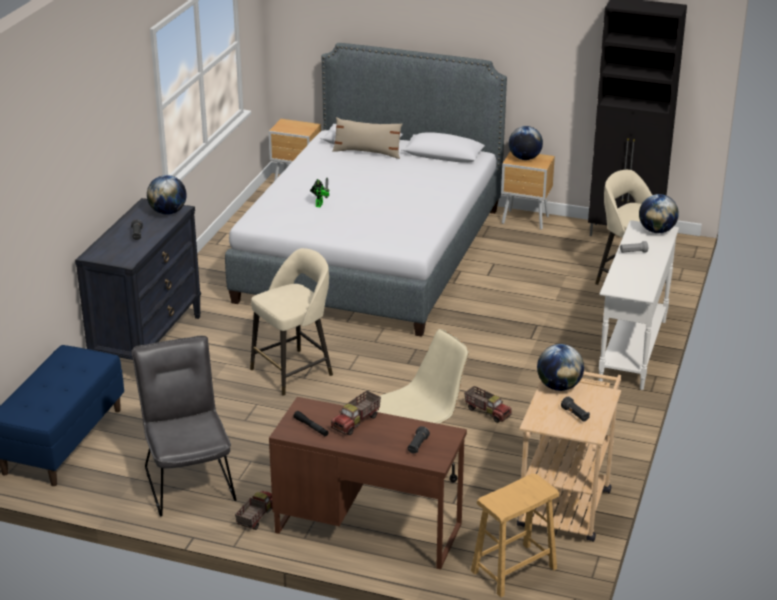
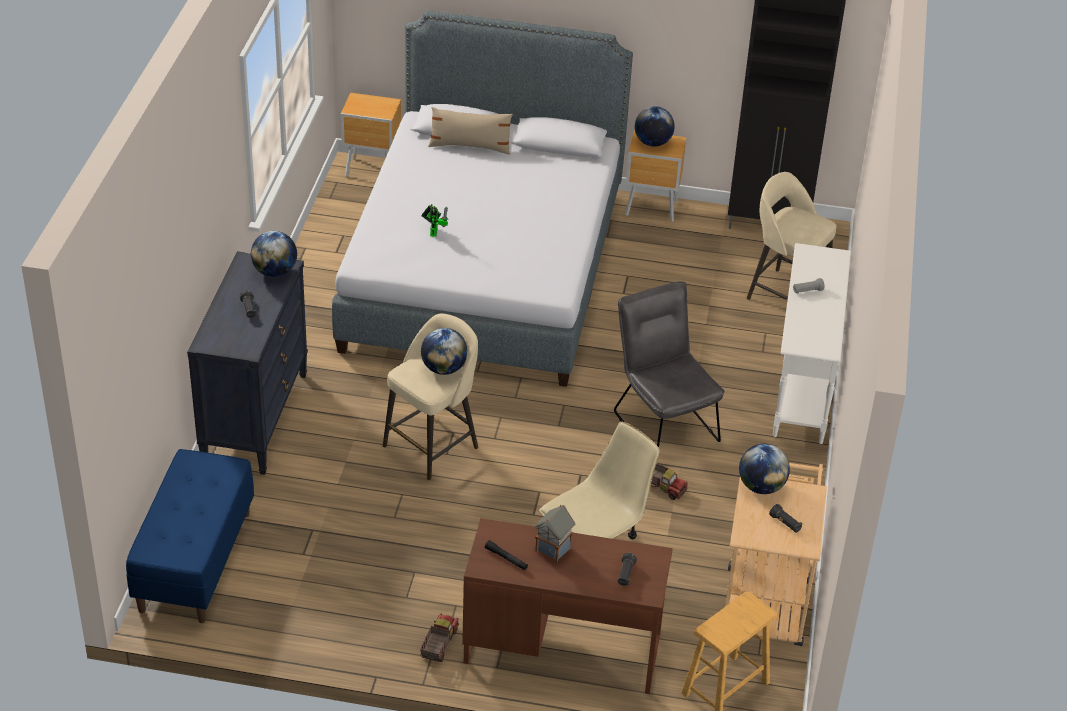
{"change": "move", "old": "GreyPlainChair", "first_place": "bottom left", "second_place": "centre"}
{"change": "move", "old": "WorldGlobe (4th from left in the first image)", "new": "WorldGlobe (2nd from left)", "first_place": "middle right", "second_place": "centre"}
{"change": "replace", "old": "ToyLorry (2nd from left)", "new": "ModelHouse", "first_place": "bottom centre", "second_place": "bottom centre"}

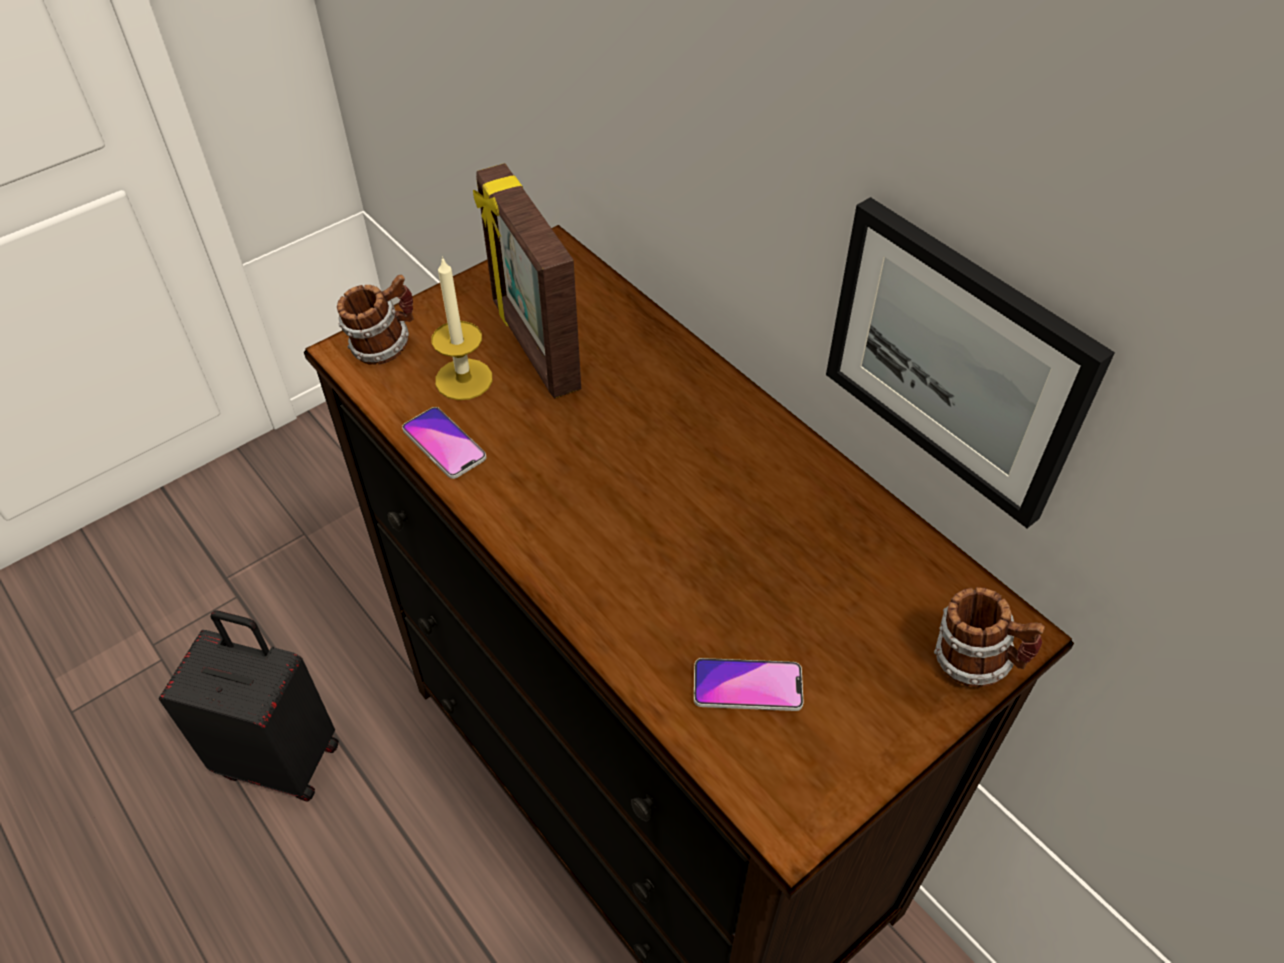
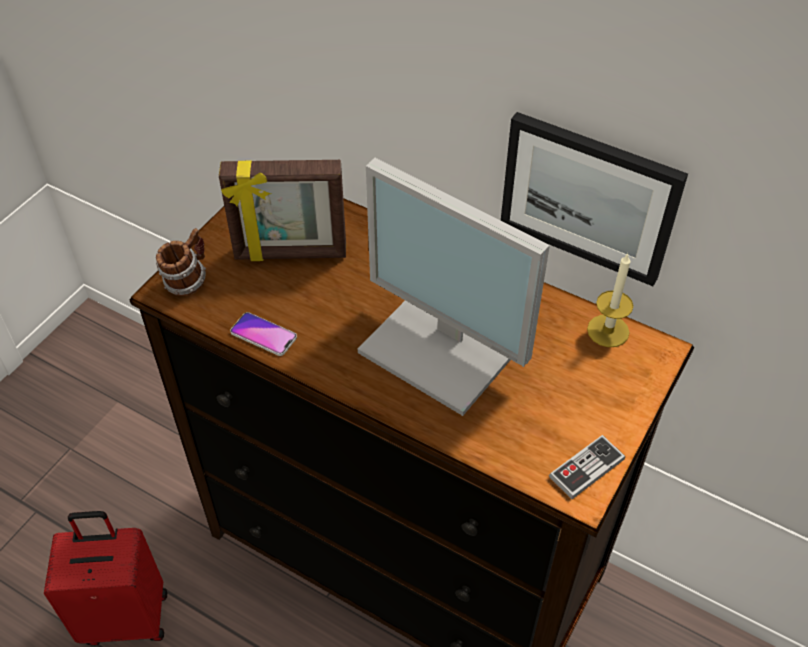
{"change": "delete", "old": "Telephone (2nd from left)", "first_place": "bottom centre"}
{"change": "delete", "old": "Mug (2nd from left)", "first_place": "middle right"}
{"change": "insert", "new": "ComputerDisplay", "second_place": "centre"}
{"change": "insert", "new": "Joypad", "second_place": "bottom right"}
{"change": "move", "old": "Candle", "first_place": "centre", "second_place": "middle right"}
{"change": "recolor", "old": "BlackishSuitcase", "new": "ReddishSuitcase", "first_place": "bottom left", "second_place": "bottom left"}
{"change": "rotate", "old": "PictureFrame", "first_place": "top centre", "second_place": "top centre", "degrees": -45}

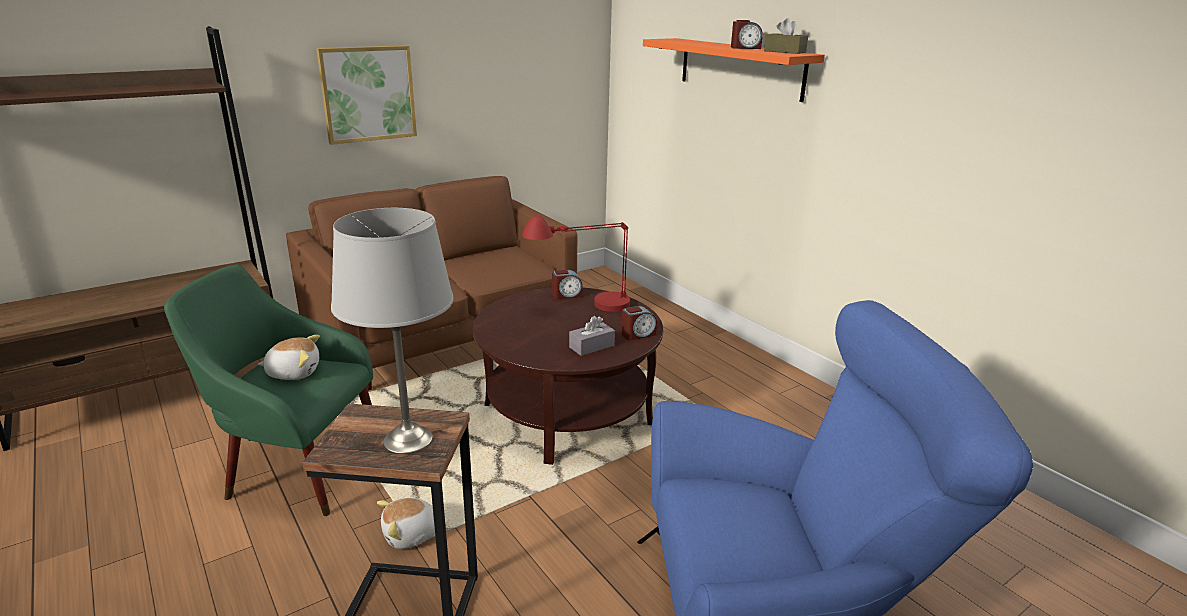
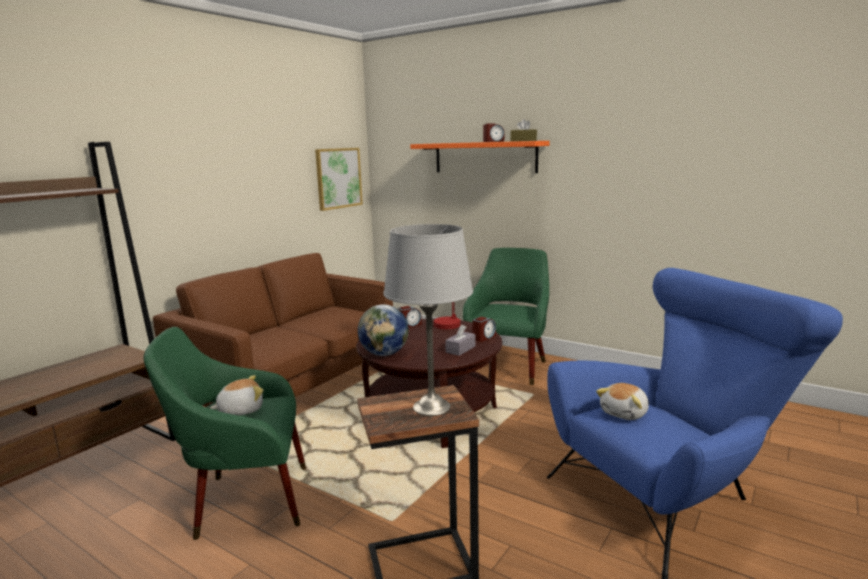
{"change": "insert", "new": "WorldGlobe", "second_place": "centre"}
{"change": "insert", "new": "GreenColouredLoungeChair (2nd from left)", "second_place": "centre"}
{"change": "move", "old": "Picture", "first_place": "top left", "second_place": "top centre"}
{"change": "move", "old": "CuddlyToy (2nd from left)", "first_place": "bottom centre", "second_place": "bottom right"}

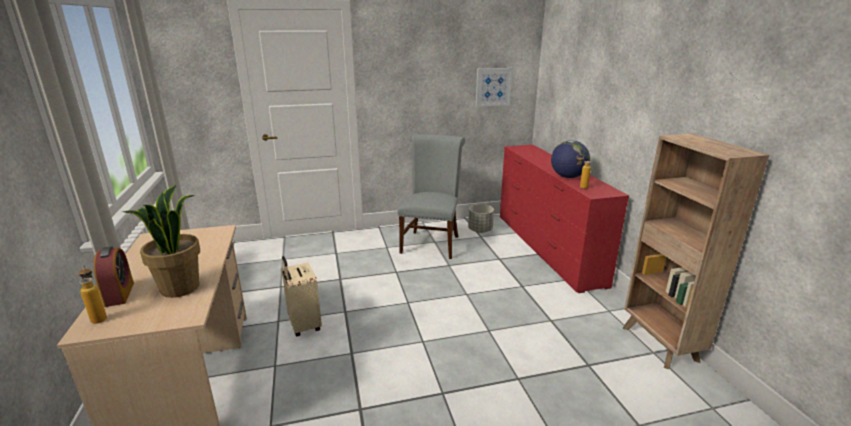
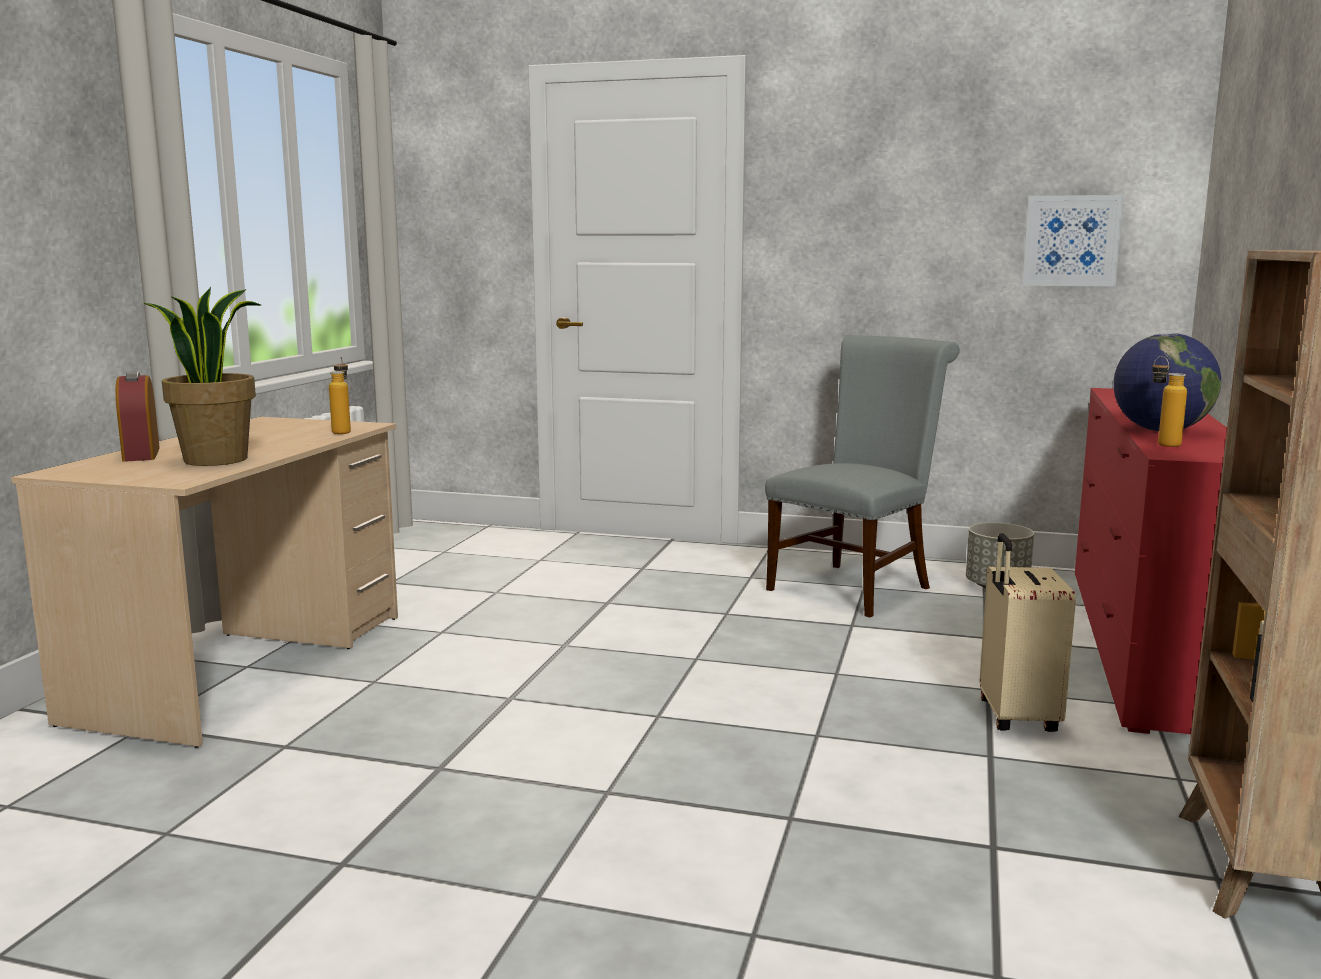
{"change": "move", "old": "BeverageBottle (1st from left)", "first_place": "bottom left", "second_place": "middle left"}
{"change": "move", "old": "BeigeSuitcase", "first_place": "bottom centre", "second_place": "middle right"}
{"change": "rotate", "old": "AlarmClock", "first_place": "middle left", "second_place": "middle left", "degrees": 150}

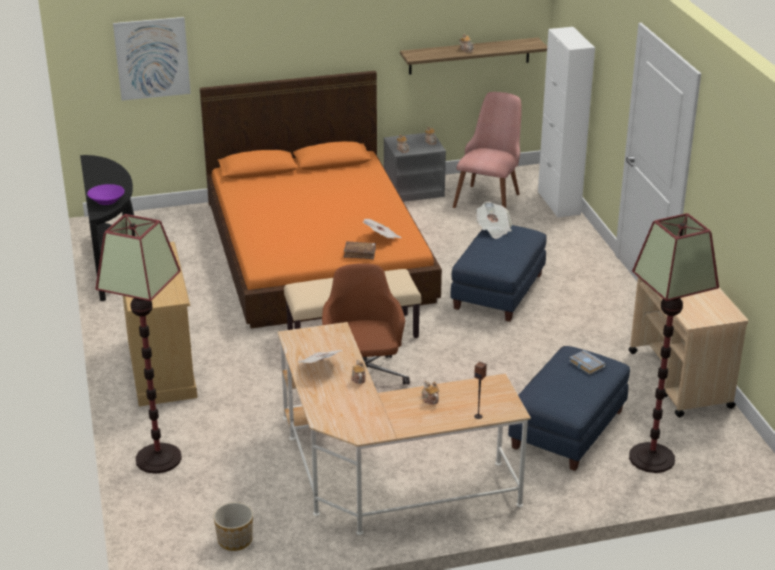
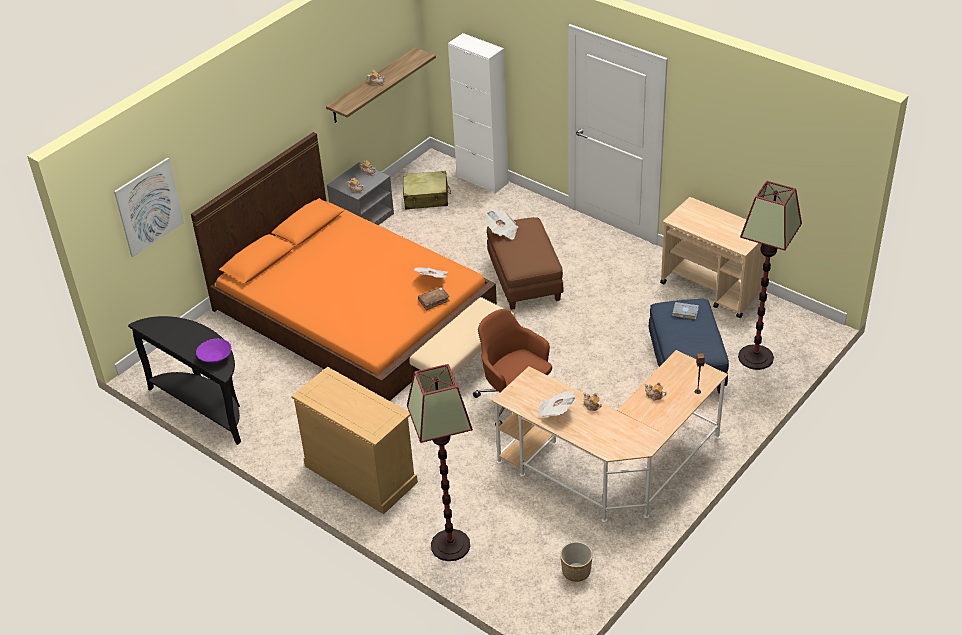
{"change": "replace", "old": "PinkPlainChair", "new": "BeigeSuitcase", "first_place": "top centre", "second_place": "top centre"}
{"change": "recolor", "old": "BluishFootrest (1st from left)", "new": "BrownFootrest", "first_place": "centre", "second_place": "centre"}

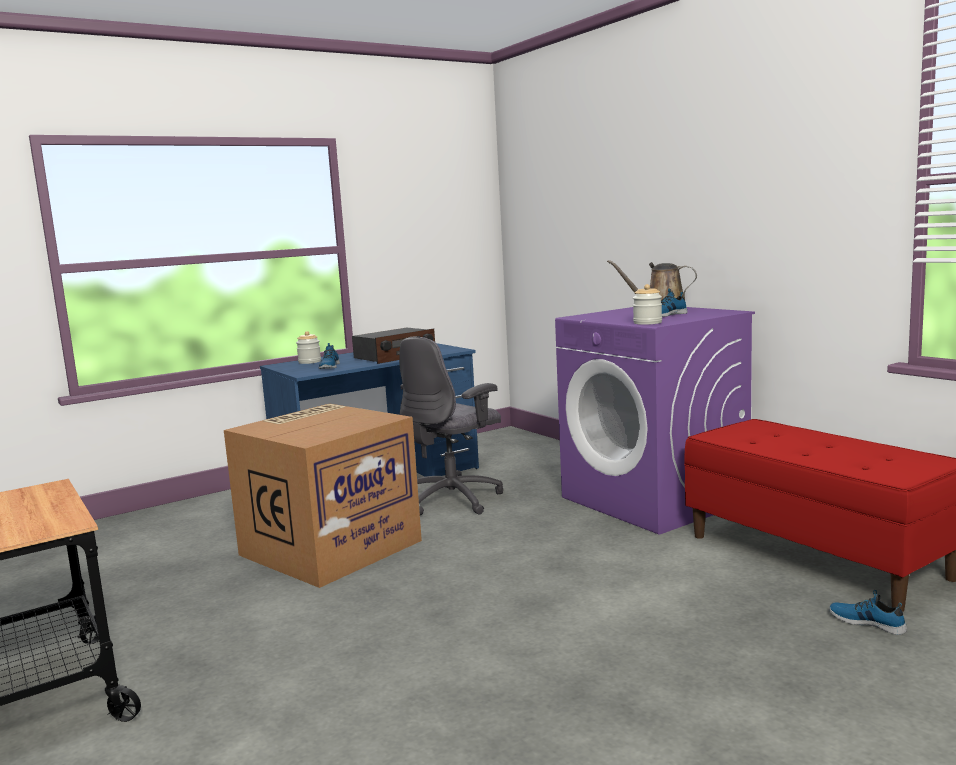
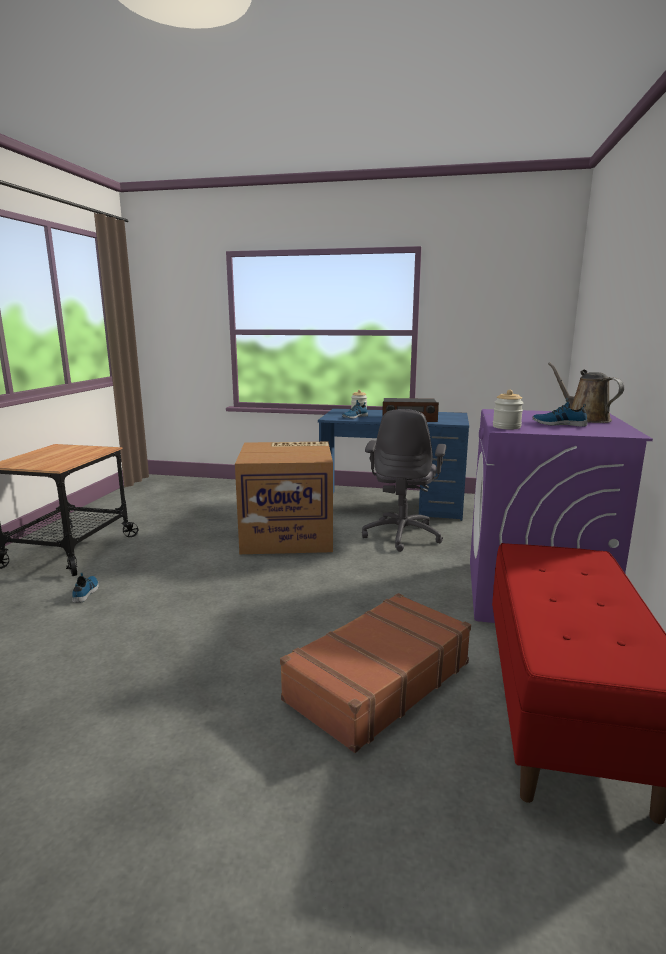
{"change": "insert", "new": "BrownSuitcase", "second_place": "bottom centre"}
{"change": "move", "old": "LowShoe (3rd from left in the first image)", "new": "LowShoe (1st from left)", "first_place": "bottom right", "second_place": "middle left"}
{"change": "rotate", "old": "GreyComputerChair", "first_place": "centre", "second_place": "centre", "degrees": -75}

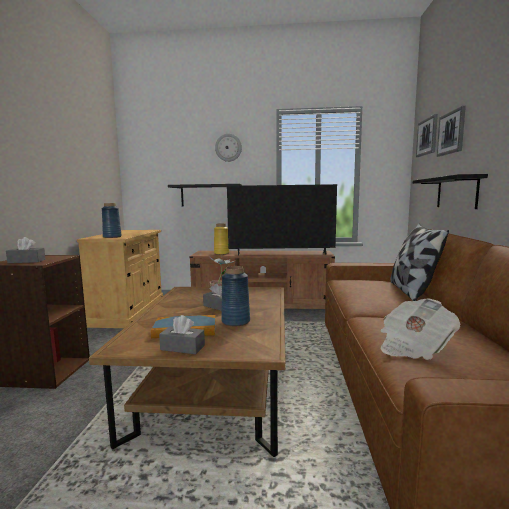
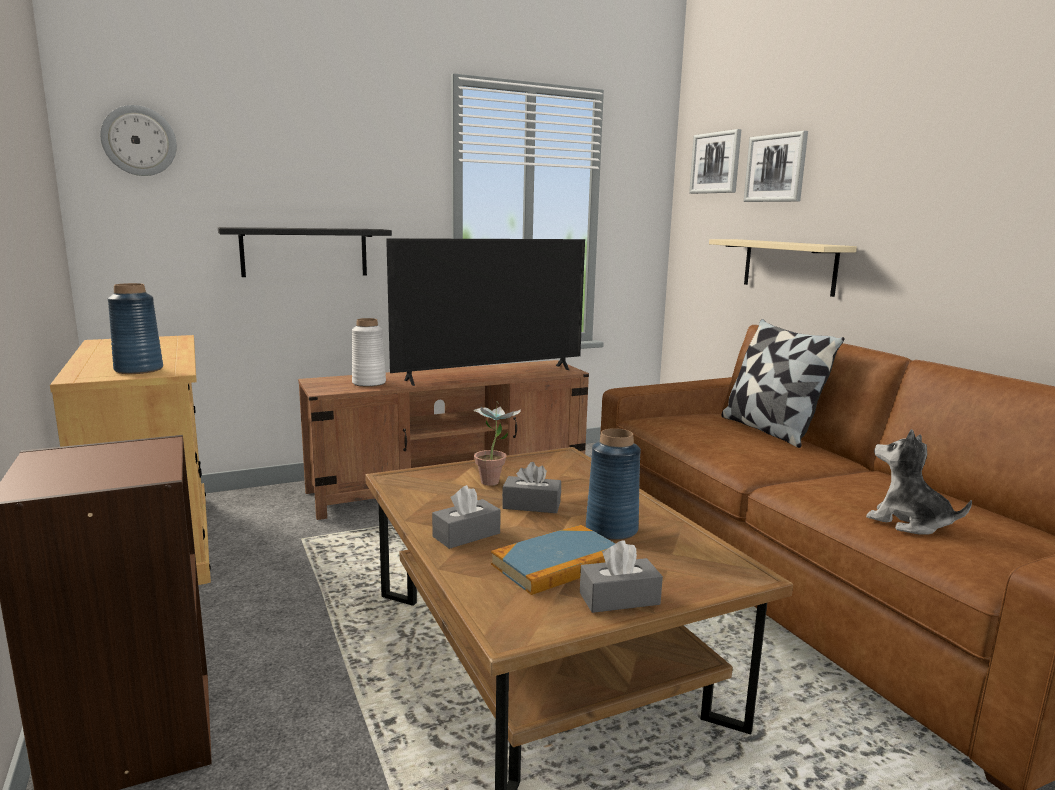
{"change": "move", "old": "GreyBoxOfTissues (1st from left)", "first_place": "middle left", "second_place": "centre"}
{"change": "move", "old": "HangingClock", "first_place": "top centre", "second_place": "top left"}
{"change": "replace", "old": "Newspaper", "new": "CuddlyToy", "first_place": "middle right", "second_place": "middle right"}
{"change": "recolor", "old": "YellowColouredVase", "new": "WhitishVase", "first_place": "centre", "second_place": "centre"}
{"change": "recolor", "old": "BlackishWallShelf (2nd from left)", "new": "BeigeWallShelf", "first_place": "middle right", "second_place": "middle right"}

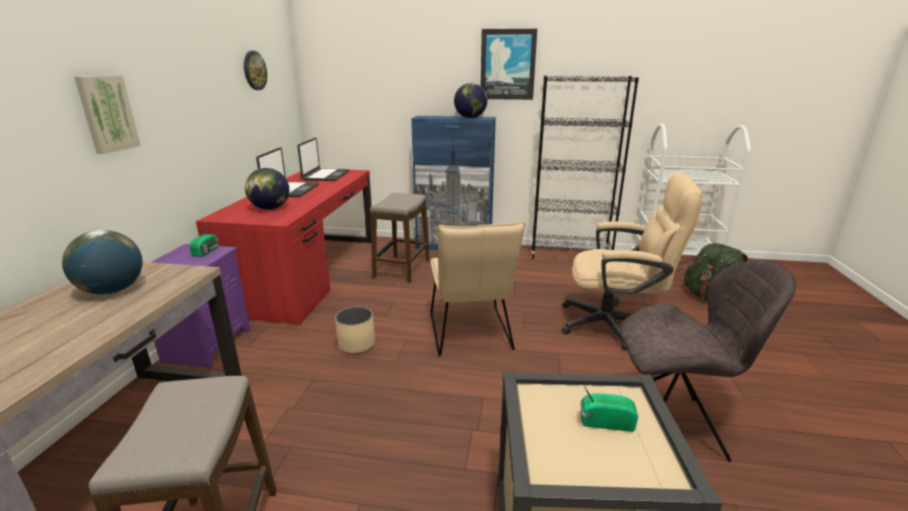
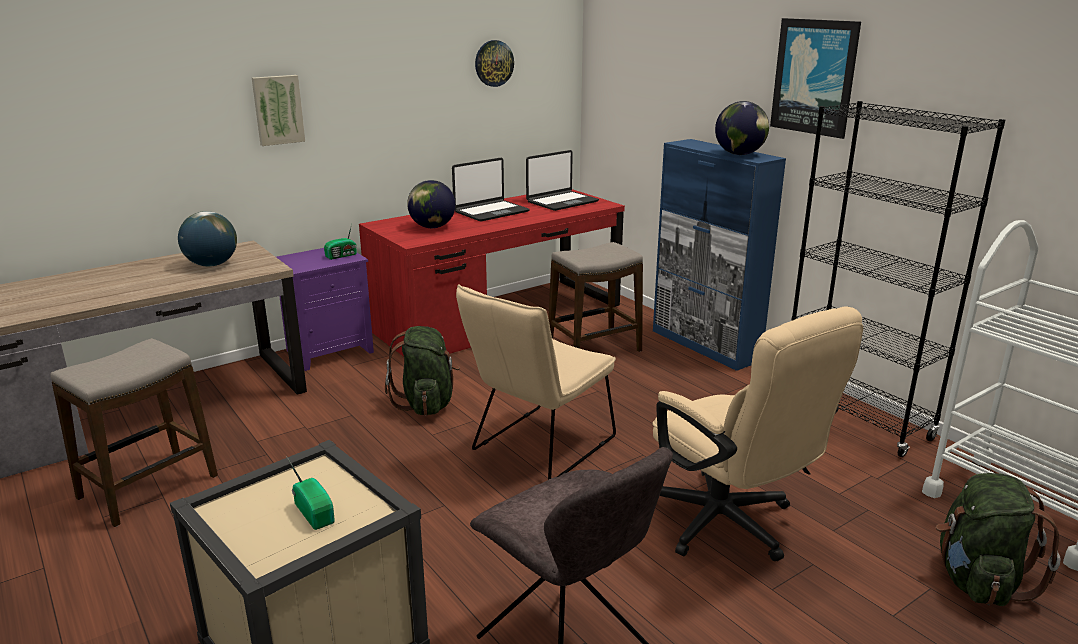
{"change": "replace", "old": "BeigePlantPot", "new": "GreenColouredKnapsack (1st from left)", "first_place": "centre", "second_place": "centre"}

